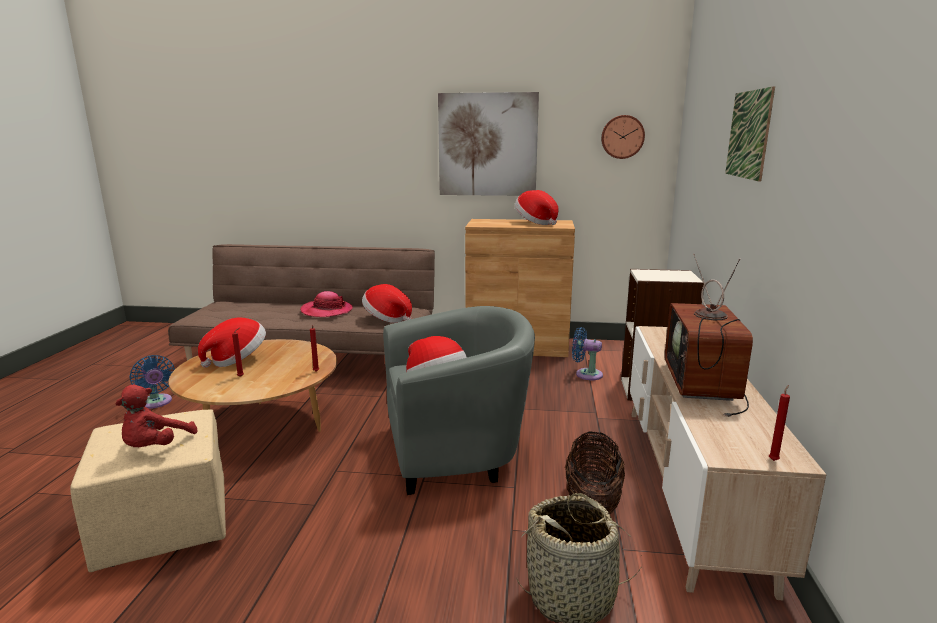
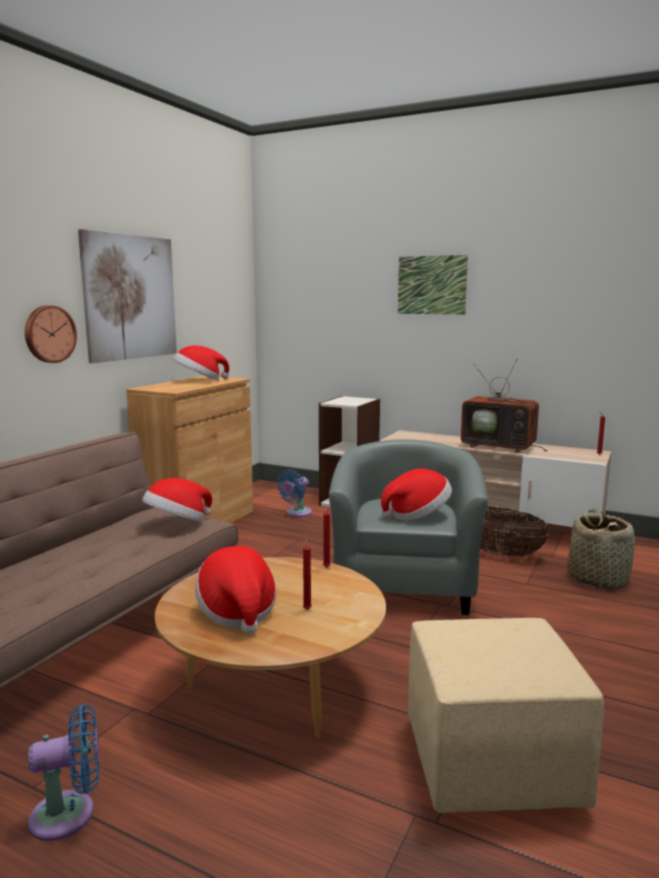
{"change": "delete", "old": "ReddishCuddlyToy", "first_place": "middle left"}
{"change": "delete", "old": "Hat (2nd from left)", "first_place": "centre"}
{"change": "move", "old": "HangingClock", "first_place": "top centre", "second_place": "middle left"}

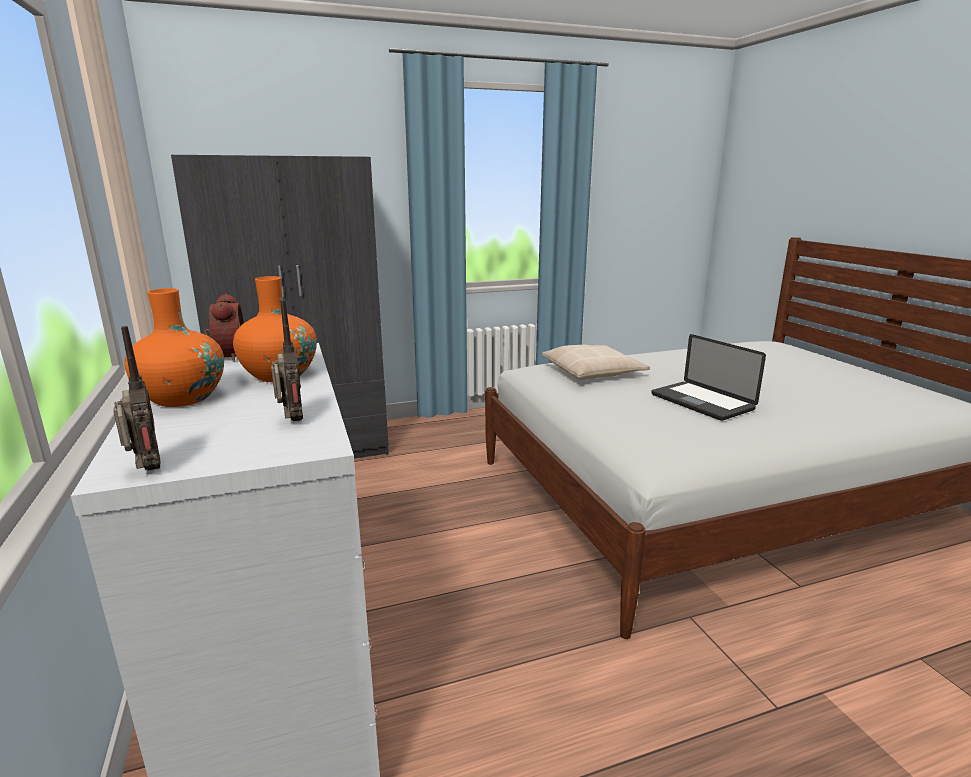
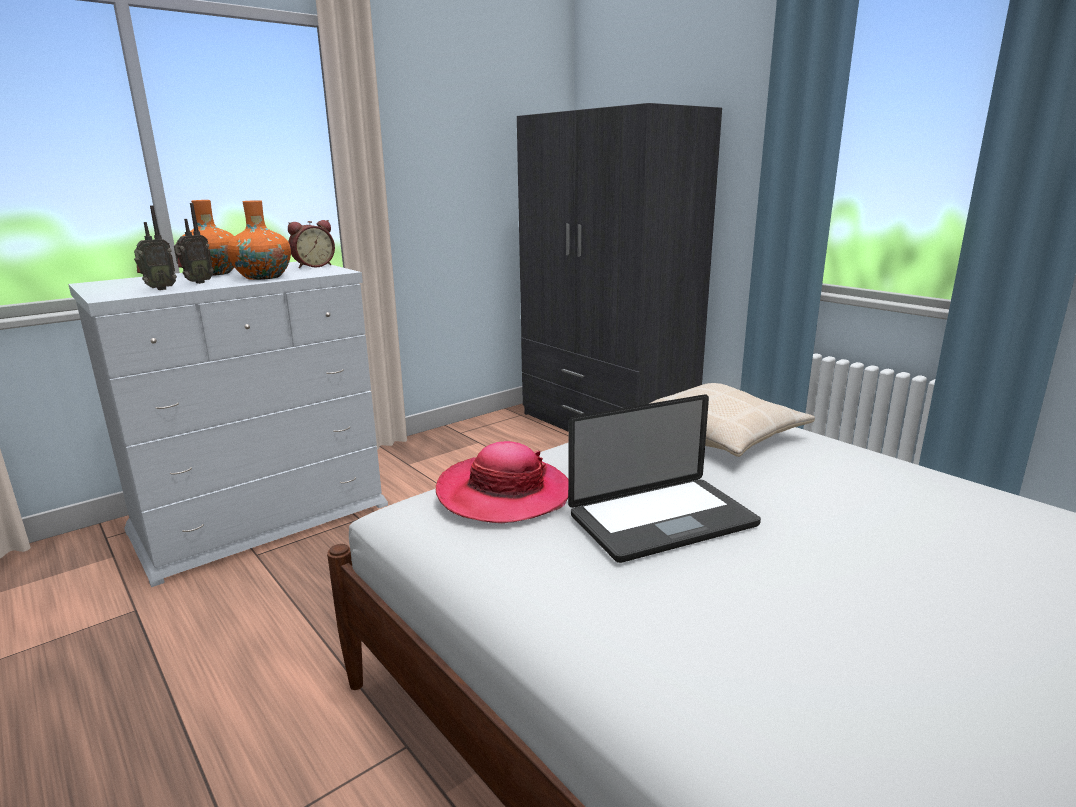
{"change": "insert", "new": "Hat", "second_place": "centre"}
{"change": "move", "old": "RadioReceiver (1st from left in the first image)", "new": "RadioReceiver (2nd from left)", "first_place": "middle left", "second_place": "top left"}
{"change": "rotate", "old": "Laptop", "first_place": "middle right", "second_place": "centre", "degrees": -150}

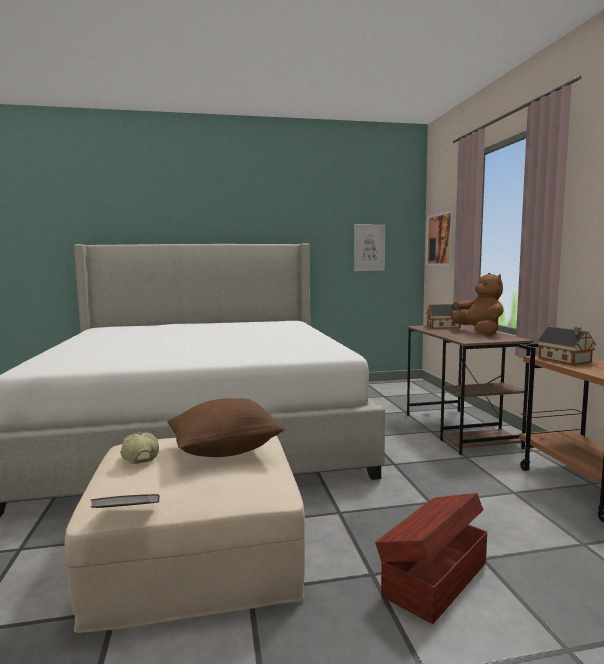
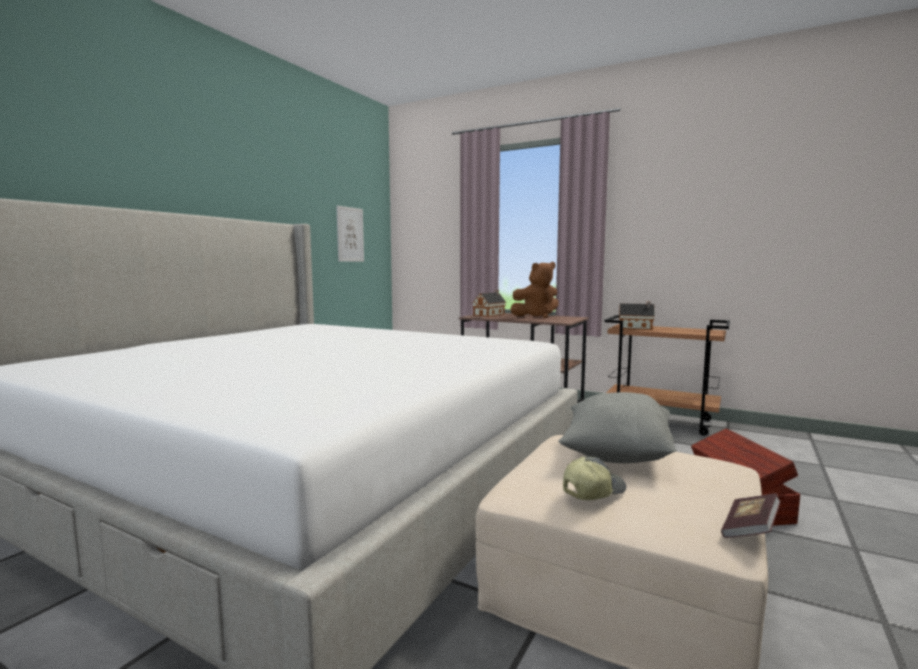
{"change": "delete", "old": "Picture (2nd from left)", "first_place": "middle right"}
{"change": "recolor", "old": "BrownPillow", "new": "GreyPillow", "first_place": "centre", "second_place": "middle right"}
{"change": "rotate", "old": "BaseballCap", "first_place": "bottom left", "second_place": "bottom centre", "degrees": 135}
{"change": "rotate", "old": "BrownCuddlyToy", "first_place": "middle right", "second_place": "centre", "degrees": 135}

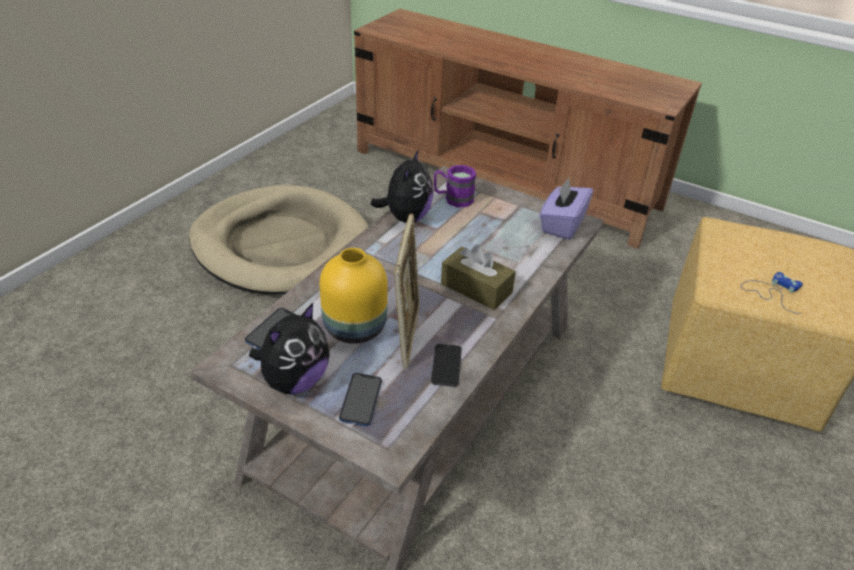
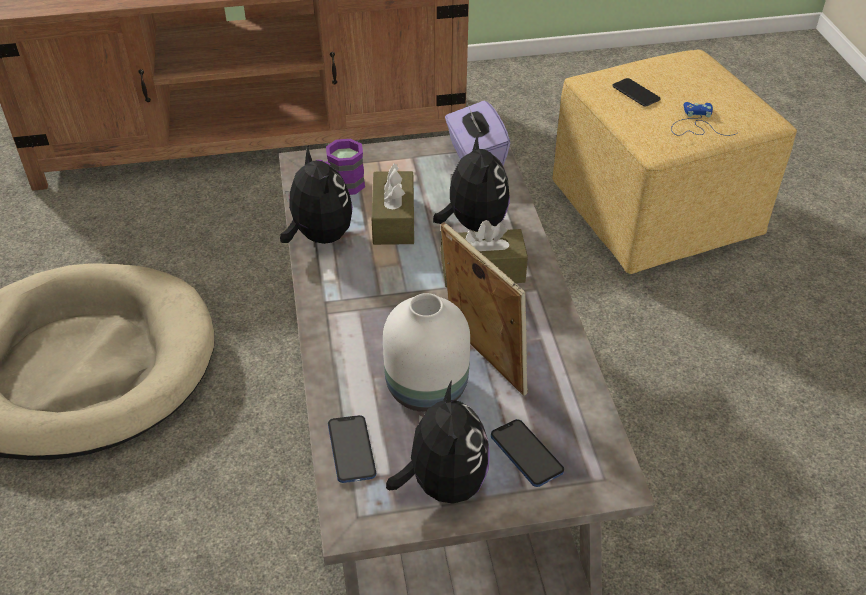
{"change": "insert", "new": "BrownBoxOfTissues (1st from left)", "second_place": "centre"}
{"change": "insert", "new": "CuddlyToy (3rd from left)", "second_place": "top centre"}
{"change": "move", "old": "Telephone (3rd from left)", "first_place": "centre", "second_place": "top right"}
{"change": "recolor", "old": "YellowColouredVase", "new": "WhitishVase", "first_place": "centre", "second_place": "centre"}

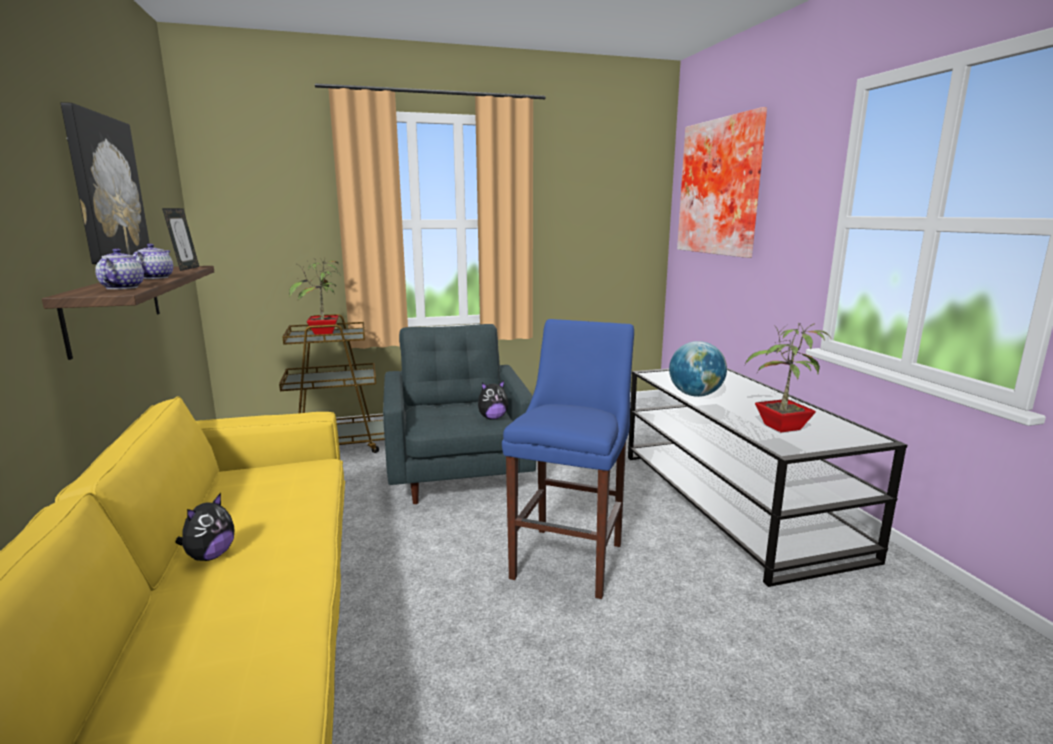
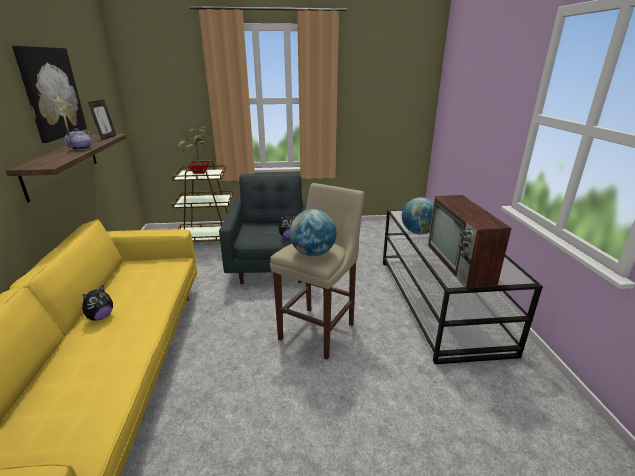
{"change": "delete", "old": "Teapot (1st from left)", "first_place": "middle left"}
{"change": "delete", "old": "Picture (2nd from left)", "first_place": "top right"}
{"change": "insert", "new": "WorldGlobe (1st from left)", "second_place": "centre"}
{"change": "replace", "old": "PottedPlant (2nd from left)", "new": "Tv", "first_place": "middle right", "second_place": "middle right"}
{"change": "recolor", "old": "BluishStool", "new": "BeigeStool", "first_place": "centre", "second_place": "centre"}

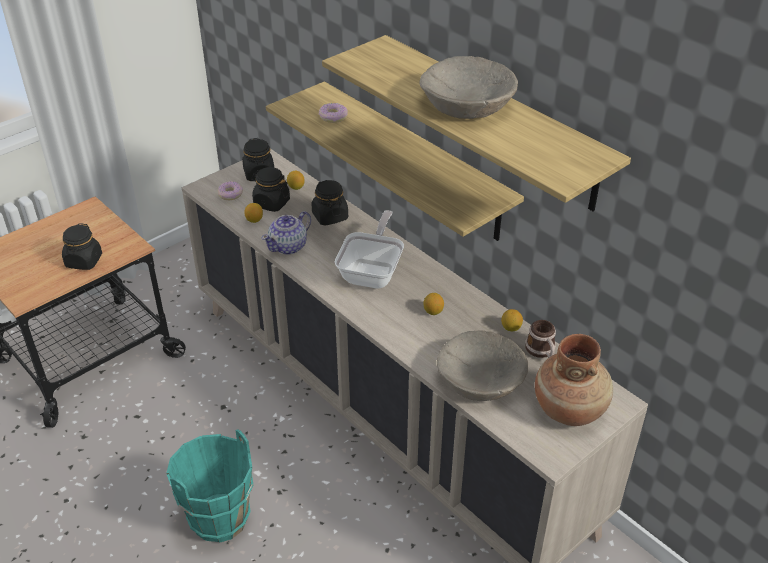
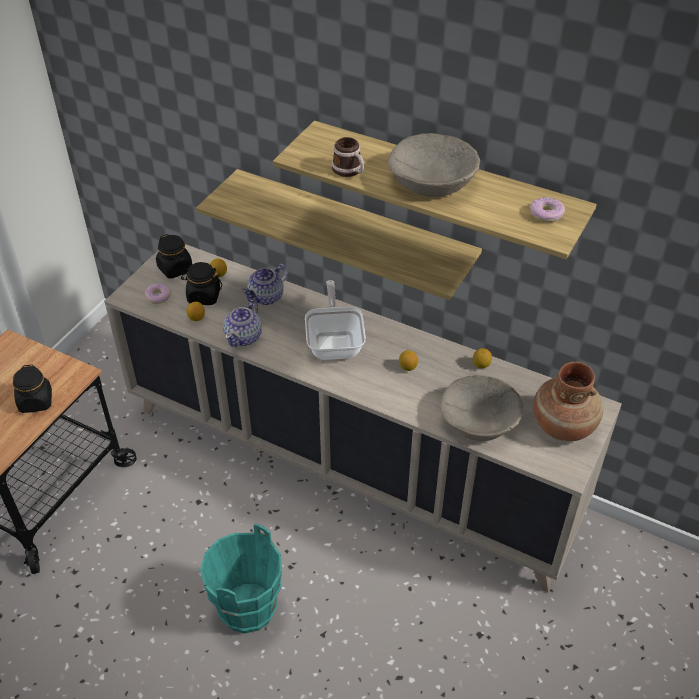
{"change": "move", "old": "RingDoughnut (2nd from left)", "first_place": "top centre", "second_place": "top right"}
{"change": "move", "old": "Mug", "first_place": "middle right", "second_place": "top centre"}
{"change": "replace", "old": "BlackishStorageJar (4th from left)", "new": "Teapot (2nd from left)", "first_place": "centre", "second_place": "centre"}

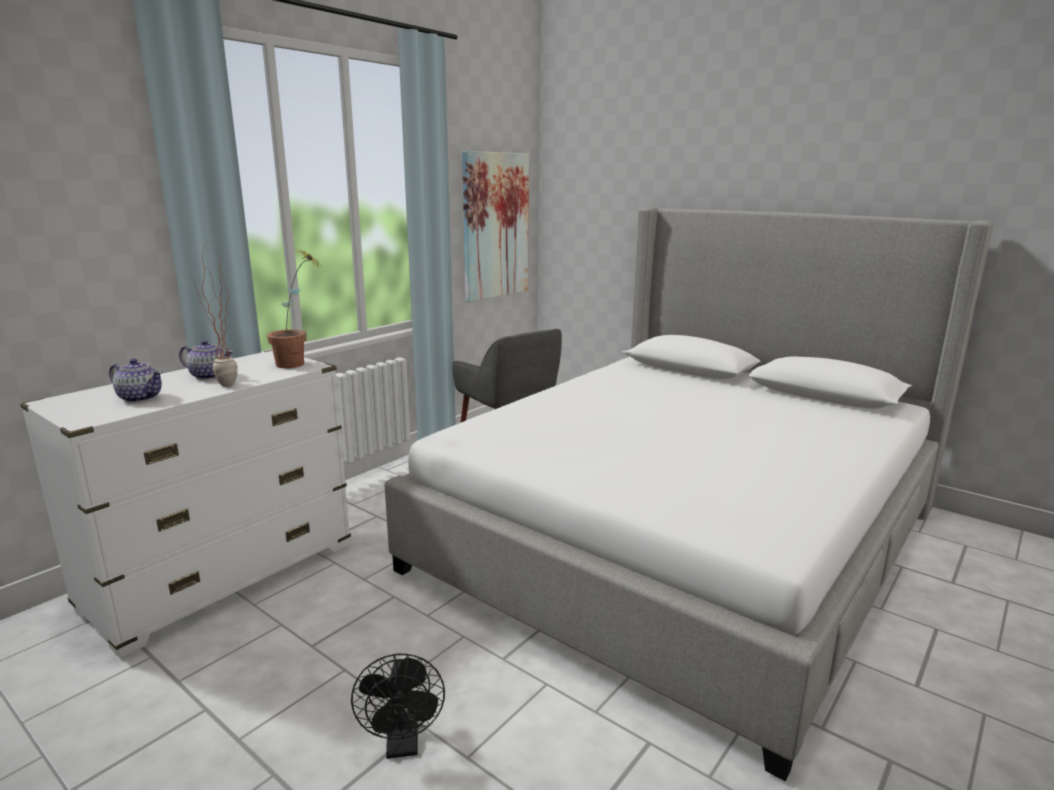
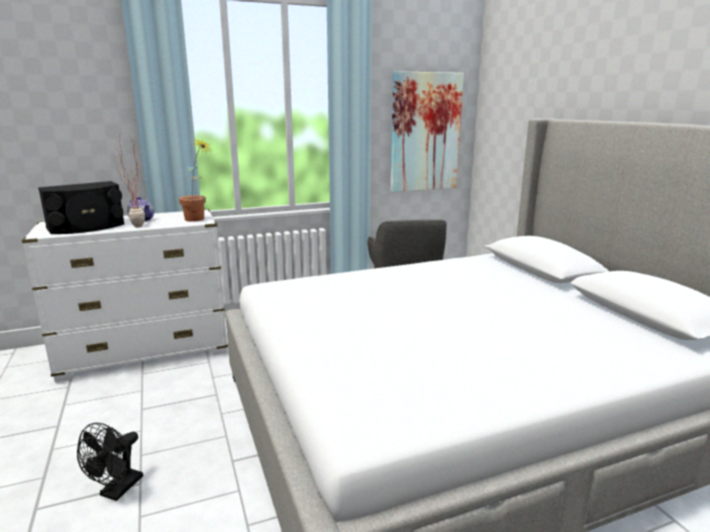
{"change": "replace", "old": "Teapot (1st from left)", "new": "BlackishAudioSpeaker", "first_place": "middle left", "second_place": "middle left"}

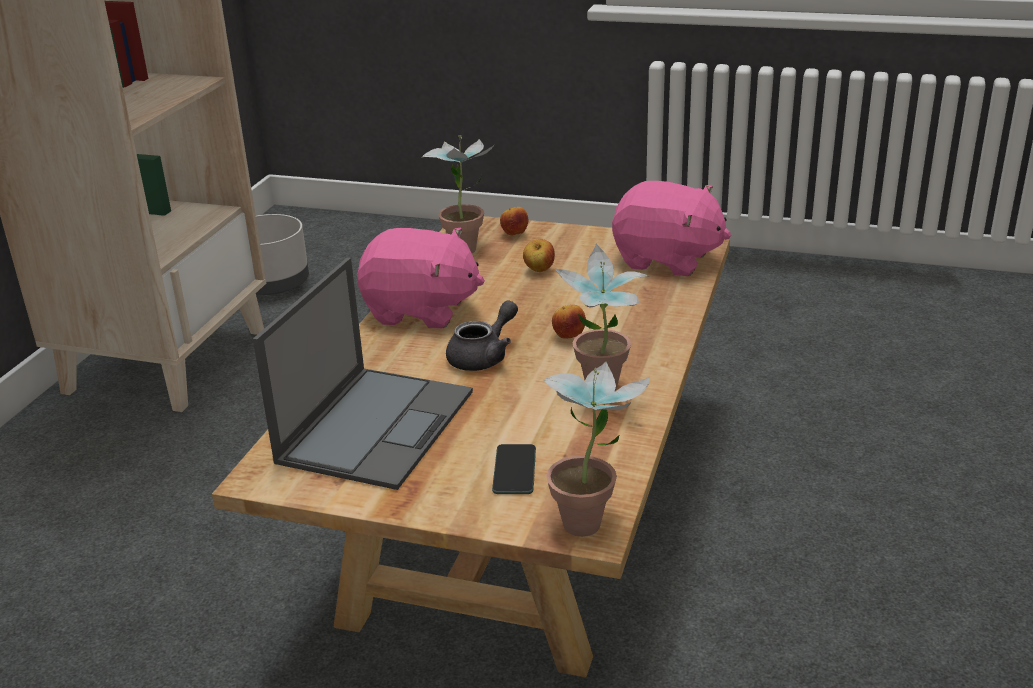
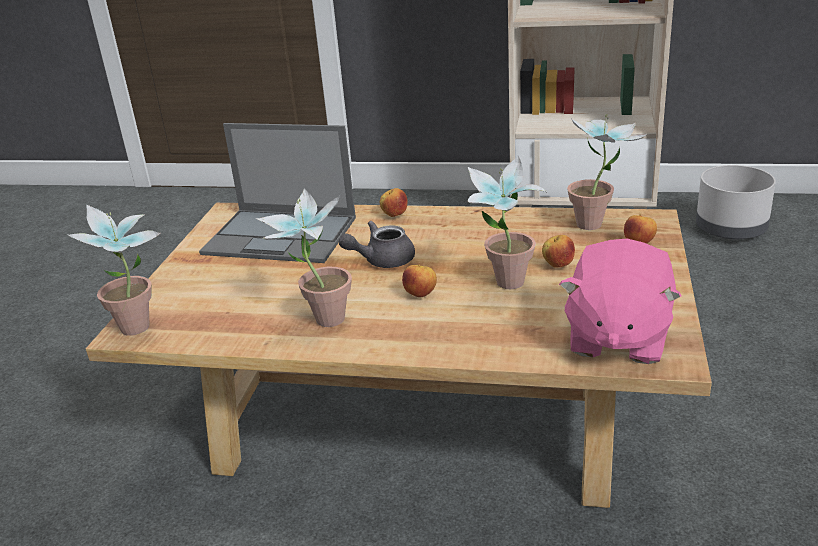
{"change": "delete", "old": "PinkCuddlyToy (1st from left)", "first_place": "centre"}
{"change": "delete", "old": "Telephone", "first_place": "bottom centre"}
{"change": "insert", "new": "AppleFruit (1st from left)", "second_place": "centre"}
{"change": "insert", "new": "PottedPlant (3rd from left)", "second_place": "centre"}
{"change": "rotate", "old": "GreyTeapot", "first_place": "centre", "second_place": "centre", "degrees": 120}

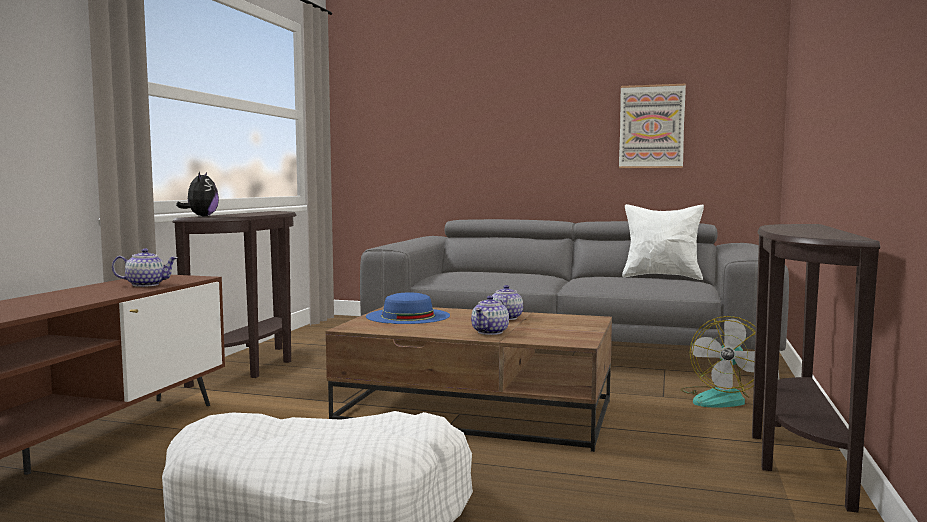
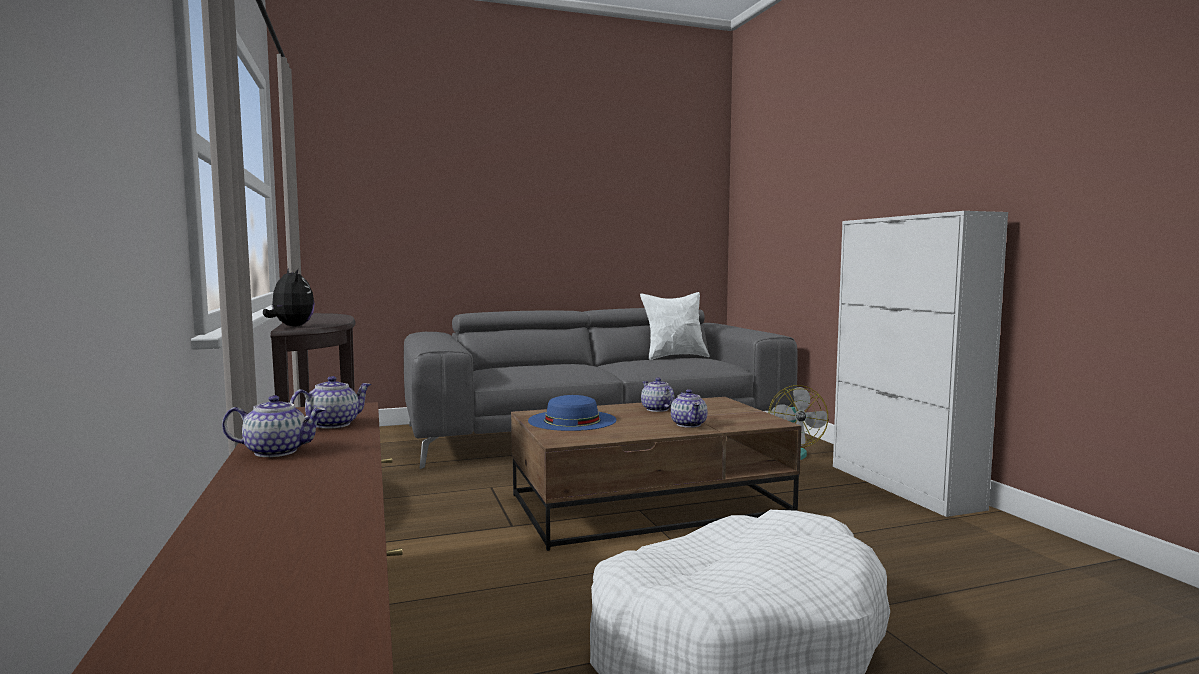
{"change": "delete", "old": "Picture", "first_place": "top right"}
{"change": "insert", "new": "Teapot (1st from left)", "second_place": "middle left"}
{"change": "replace", "old": "BrownHallTable (2nd from left)", "new": "WhitishCabinet", "first_place": "bottom right", "second_place": "middle right"}

